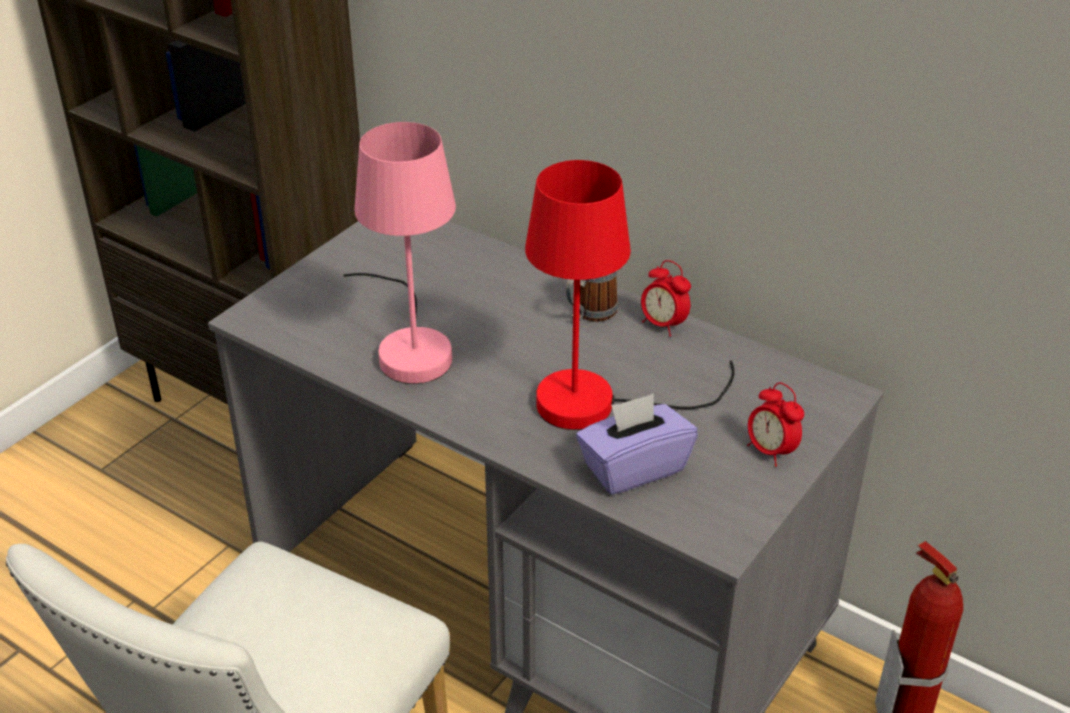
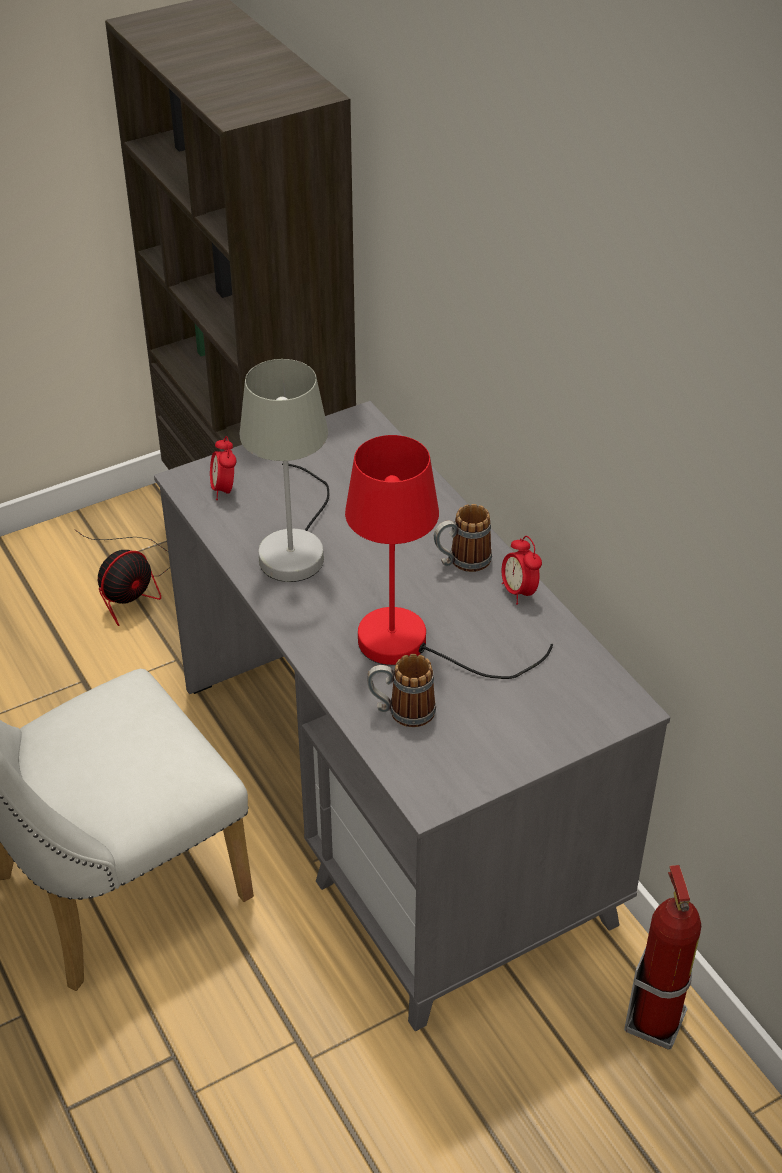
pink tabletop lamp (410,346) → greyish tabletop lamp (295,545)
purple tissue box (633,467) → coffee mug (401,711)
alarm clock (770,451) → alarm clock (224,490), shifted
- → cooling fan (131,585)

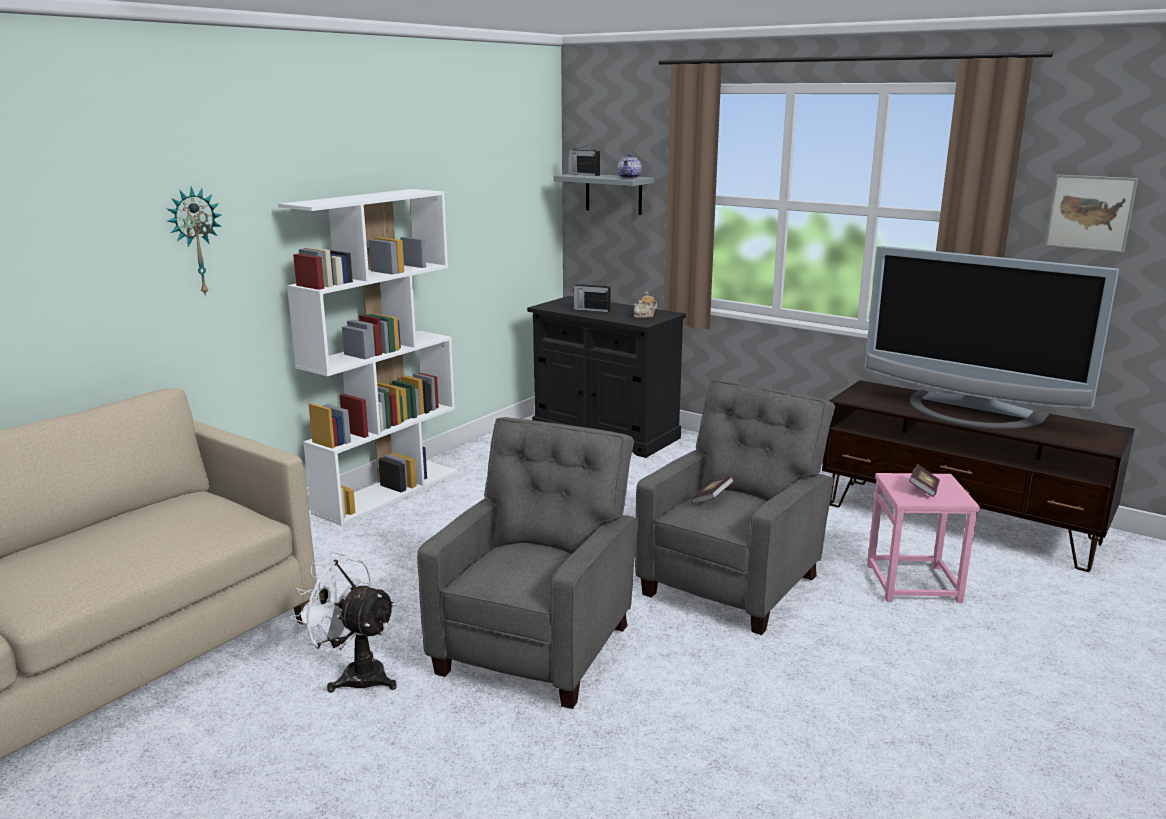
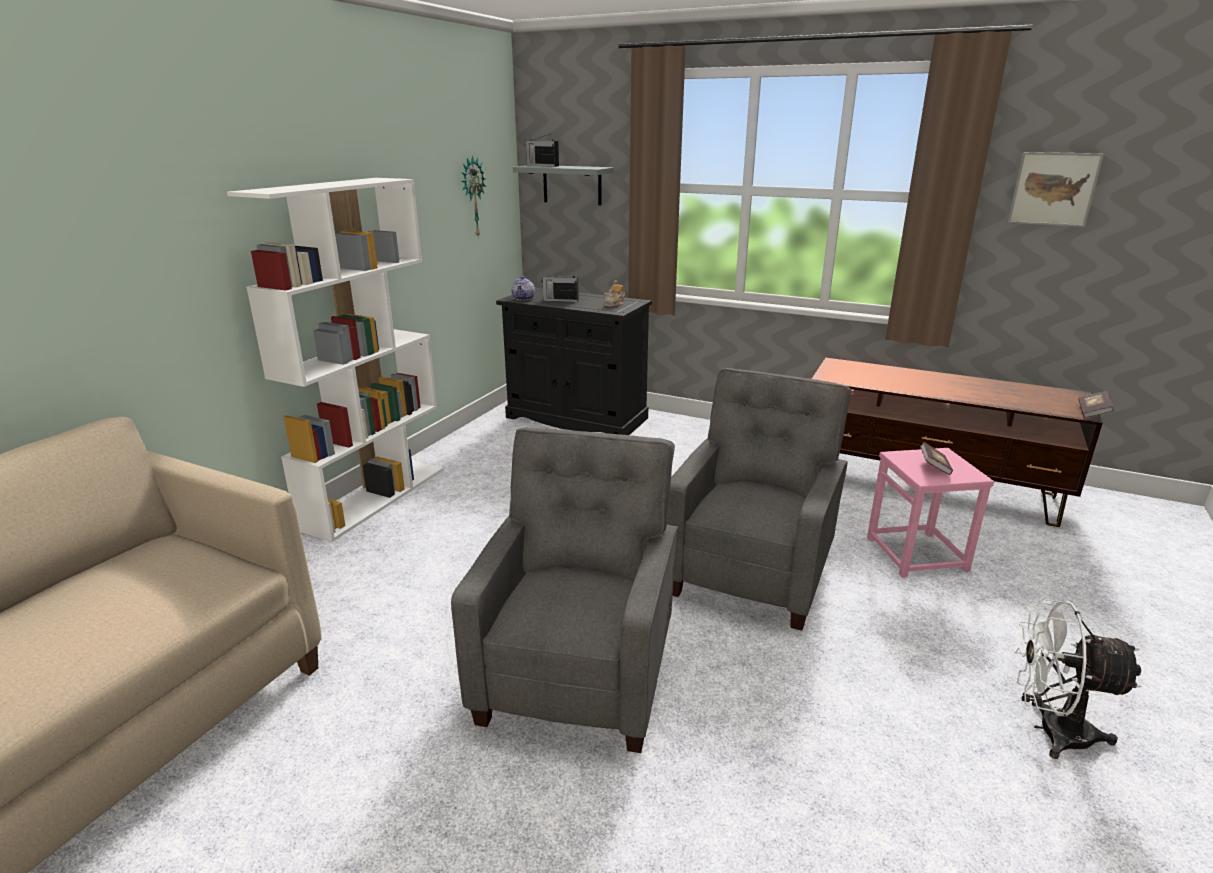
wall clock (195,242) → wall clock (472,197), shifted
white cooling fan (354,675) → white cooling fan (1050,730), shifted
tea pot (629,177) → tea pot (523,298), shifted
bound book (711,499) → bound book (1092,412), shifted
TV (971,412) → -

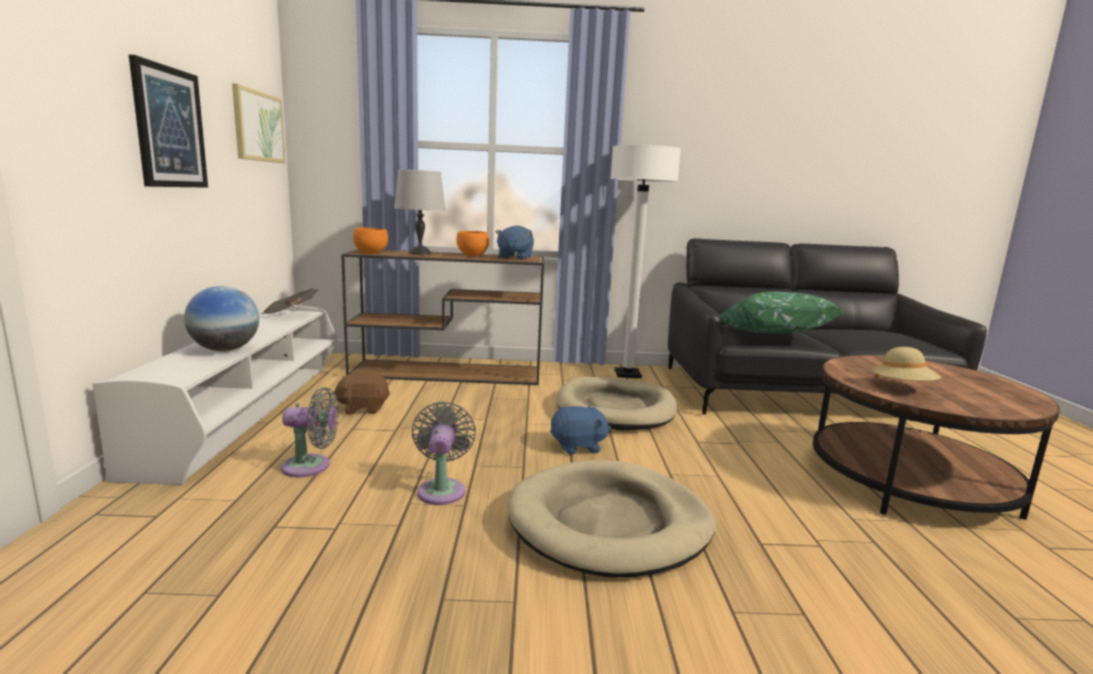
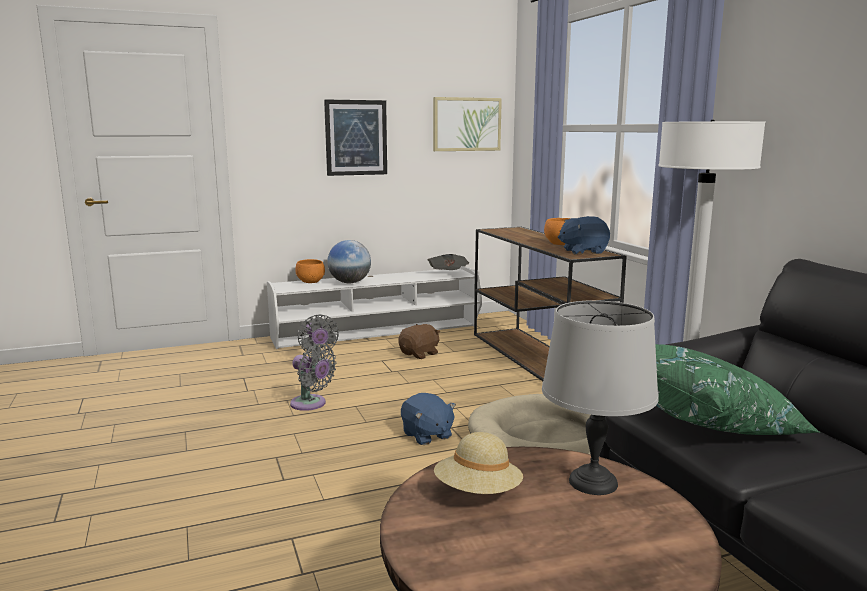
brown cuddly toy (363,408) → brown cuddly toy (420,354), 75 degrees clockwise
orangey serving bowl (371,253) → orangey serving bowl (311,282), shifted
greyish tabletop lamp (420,253) → greyish tabletop lamp (594,482), shifted
greyish cooling fan (442,489) → greyish cooling fan (311,404), 60 degrees clockwise
beige dog cushion (610,523) → -

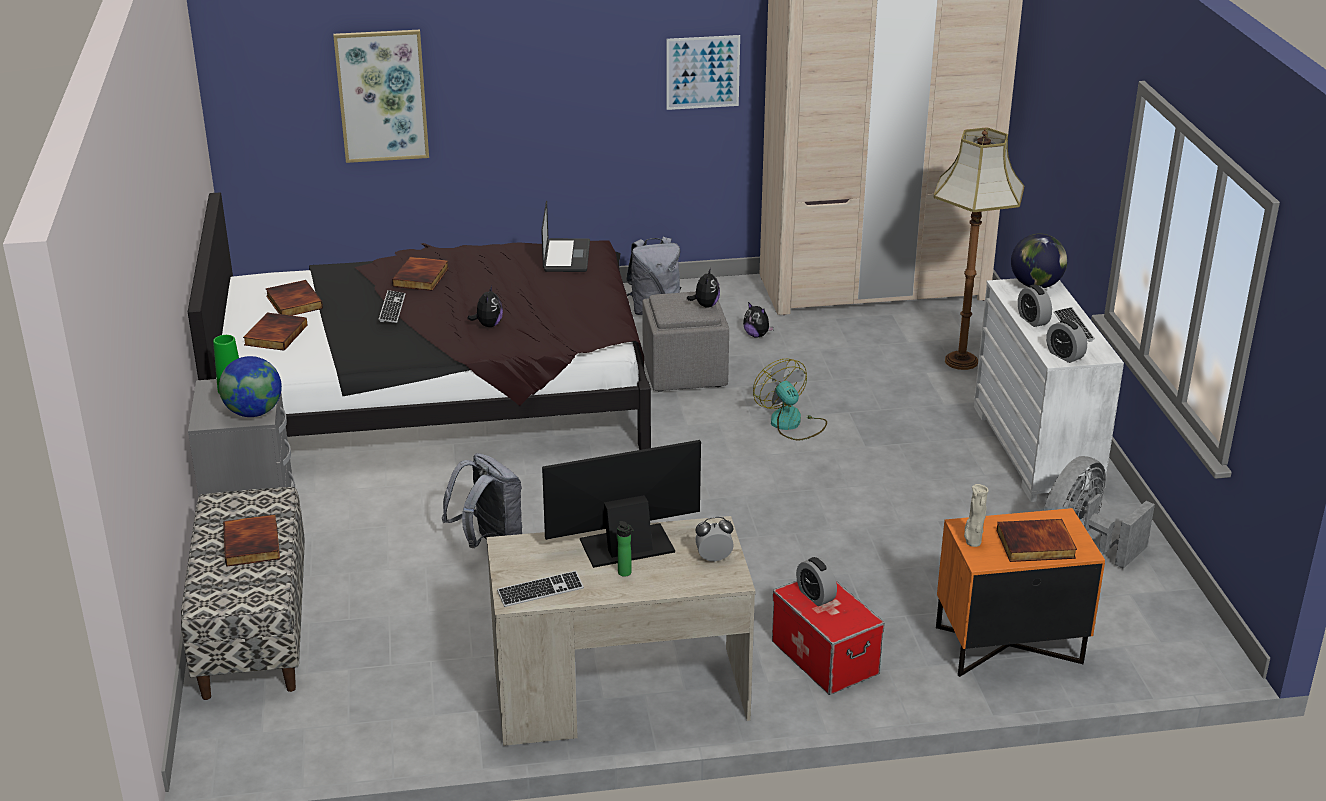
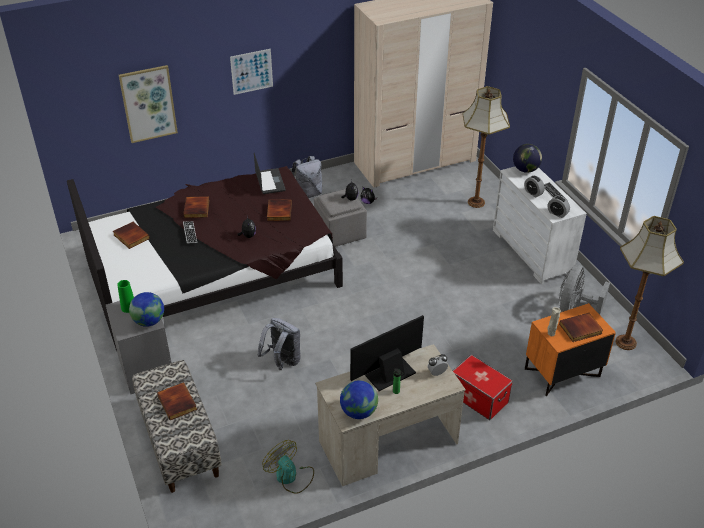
bound book (275,334) → bound book (278,211), shifted
keyboard (540,591) → desk globe (358,412)
picture (703,72) → picture (251,71), shifted
cooling fan (791,424) → cooling fan (290,477), shifted
alarm clock (815,596) → -
- → standard lamp (626,343)

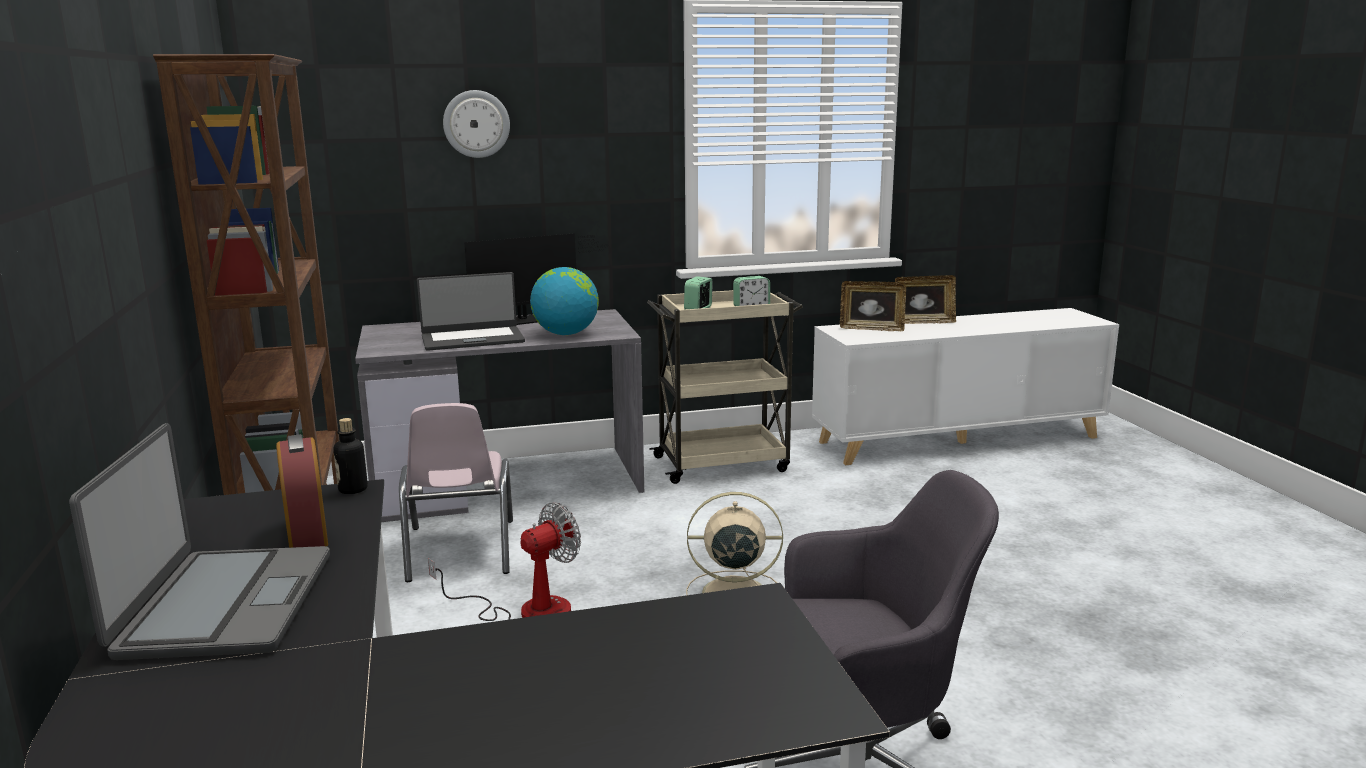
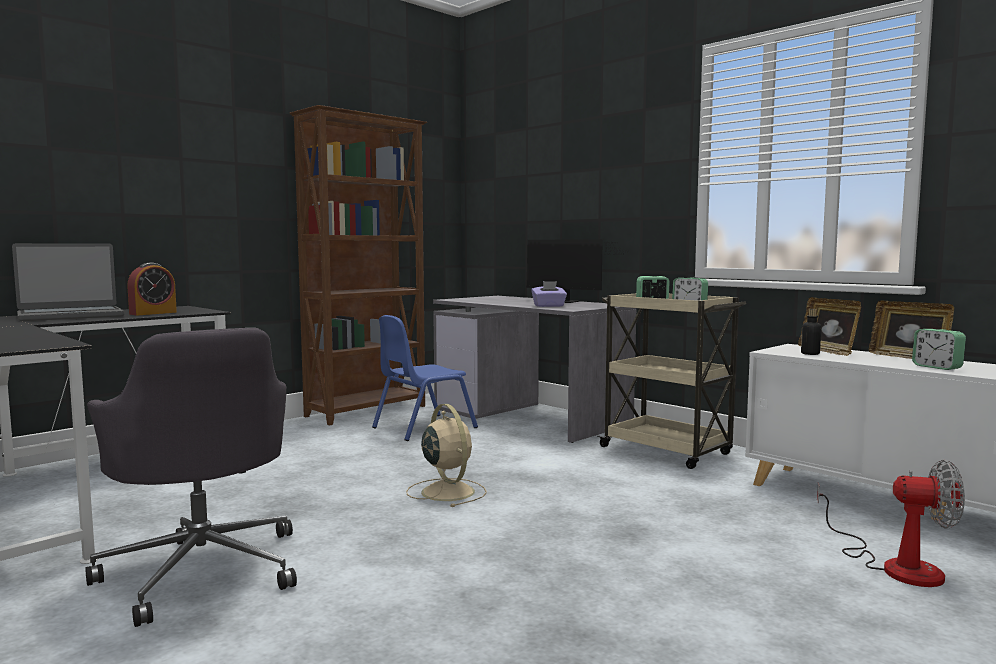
drink bottle (353,489) → drink bottle (810,354), shifted
pink plain chair (459,550) → blue plain chair (423,428)
laptop (472,339) → -
cooling fan (527,610) → cooling fan (895,565), shifted
wall clock (476,124) → -
desk globe (566,334) → purple tissue box (549,306)
- → alarm clock (937,367)

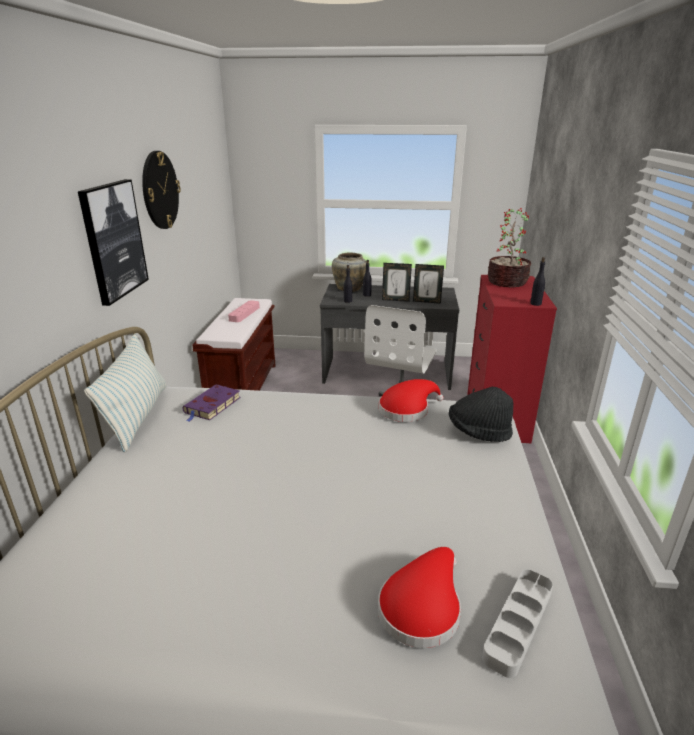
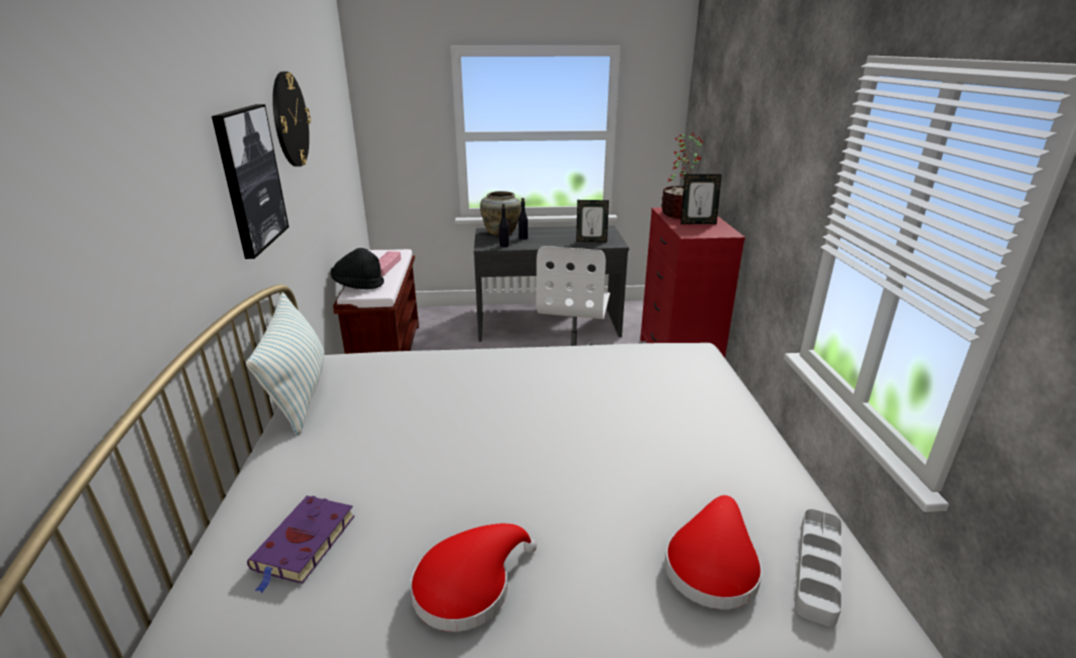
purple bound book (212,406) → purple bound book (303,545), shifted
reddish clothing hat (407,409) → reddish clothing hat (468,586), shifted
standing frame (395,300) → standing frame (697,223), shifted
blackish clothing hat (478,432) → blackish clothing hat (358,286), shifted
blackish drink bottle (536,304) → -

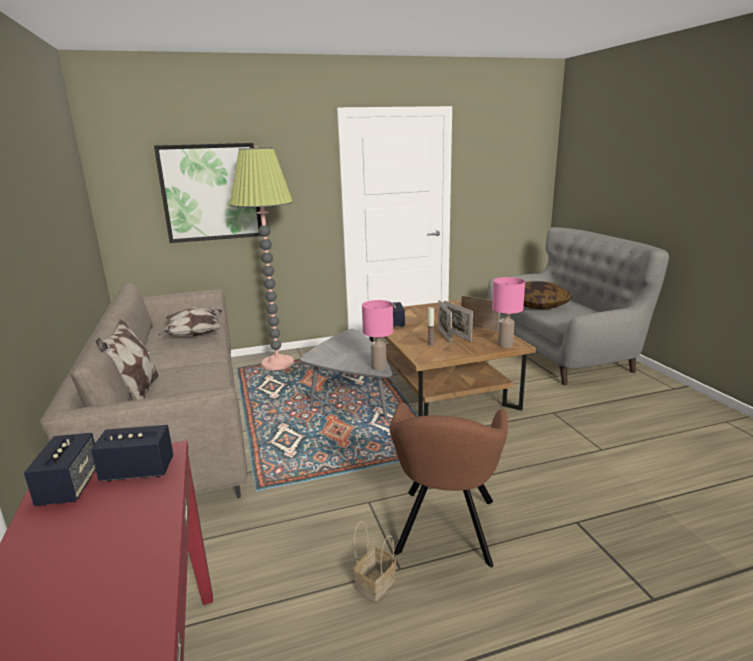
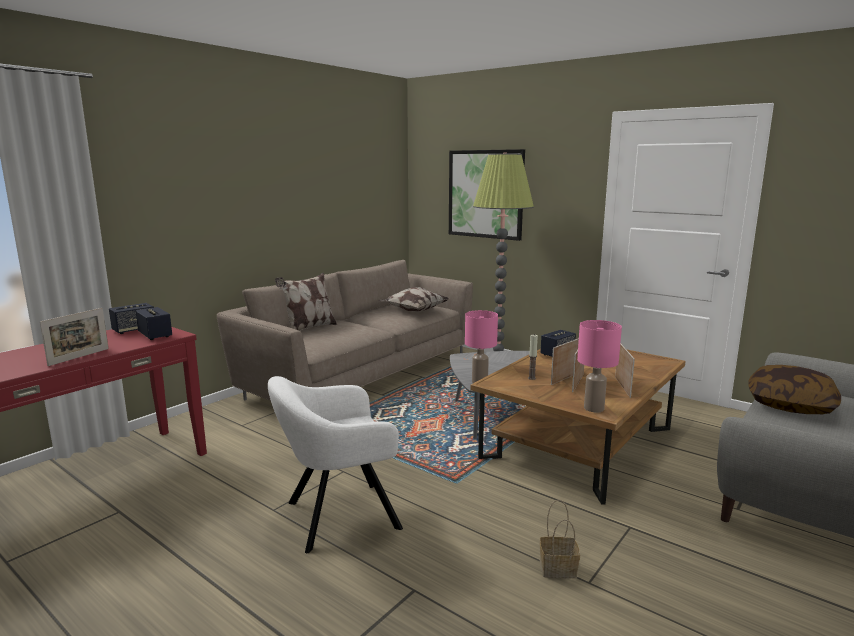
basket (375,583) → basket (559,568), shifted
brown lounge chair (446,529) → white lounge chair (337,516)
- → standing frame (79,357)

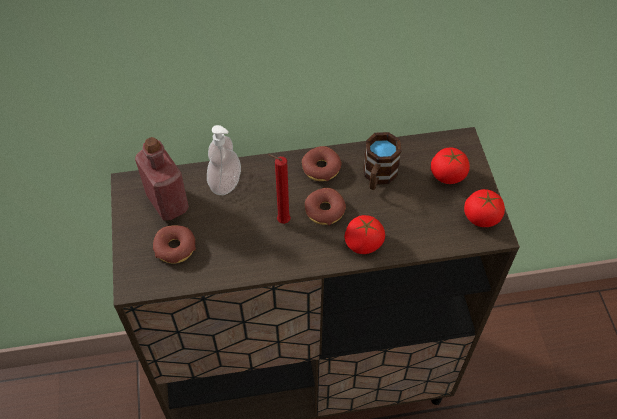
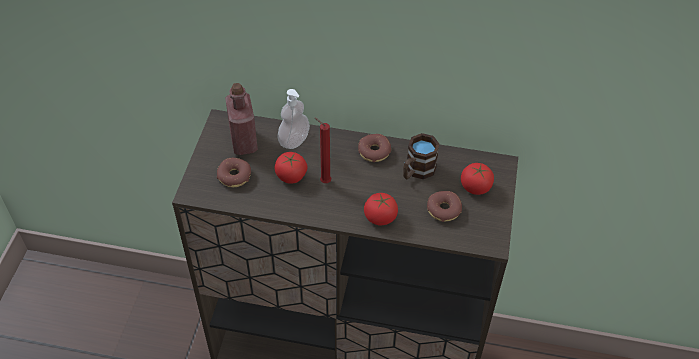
donut (325,210) → donut (444,210), shifted
tomato (481,217) → tomato (291,176), shifted

